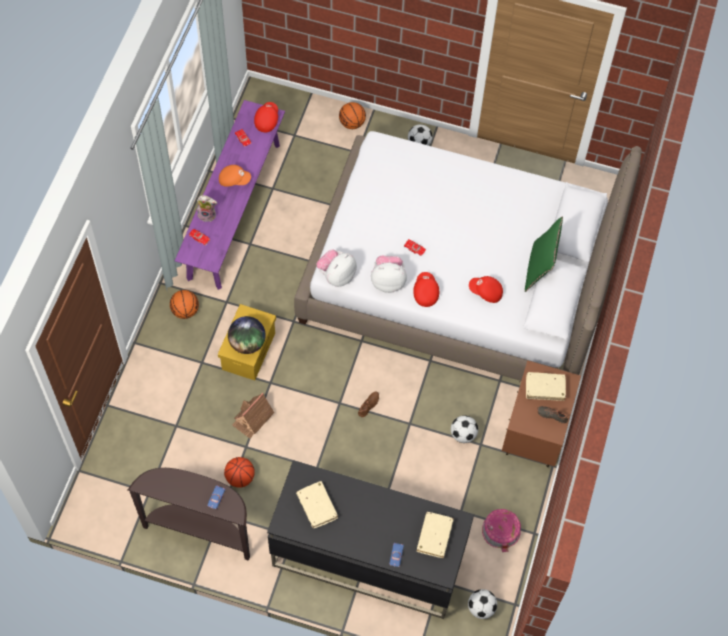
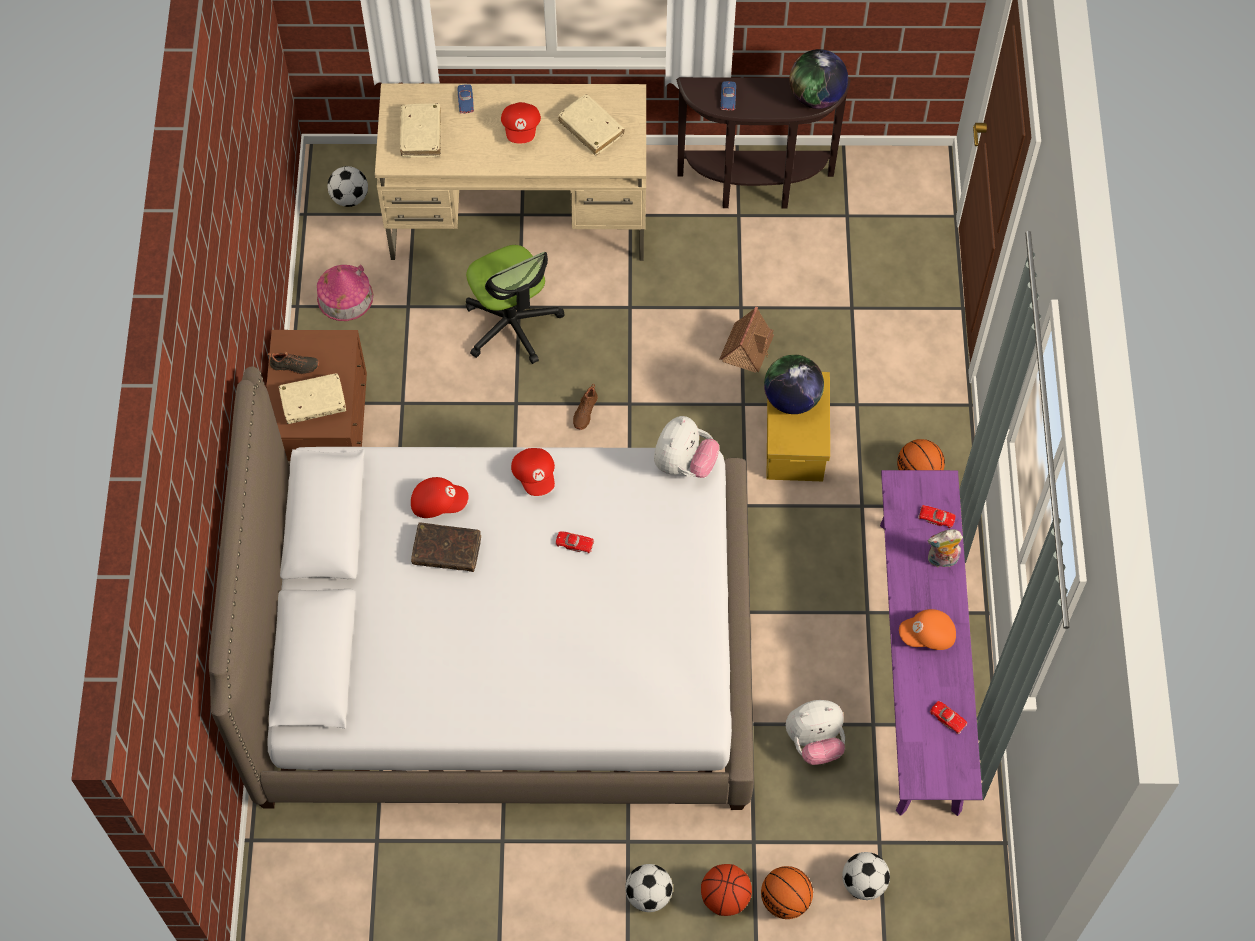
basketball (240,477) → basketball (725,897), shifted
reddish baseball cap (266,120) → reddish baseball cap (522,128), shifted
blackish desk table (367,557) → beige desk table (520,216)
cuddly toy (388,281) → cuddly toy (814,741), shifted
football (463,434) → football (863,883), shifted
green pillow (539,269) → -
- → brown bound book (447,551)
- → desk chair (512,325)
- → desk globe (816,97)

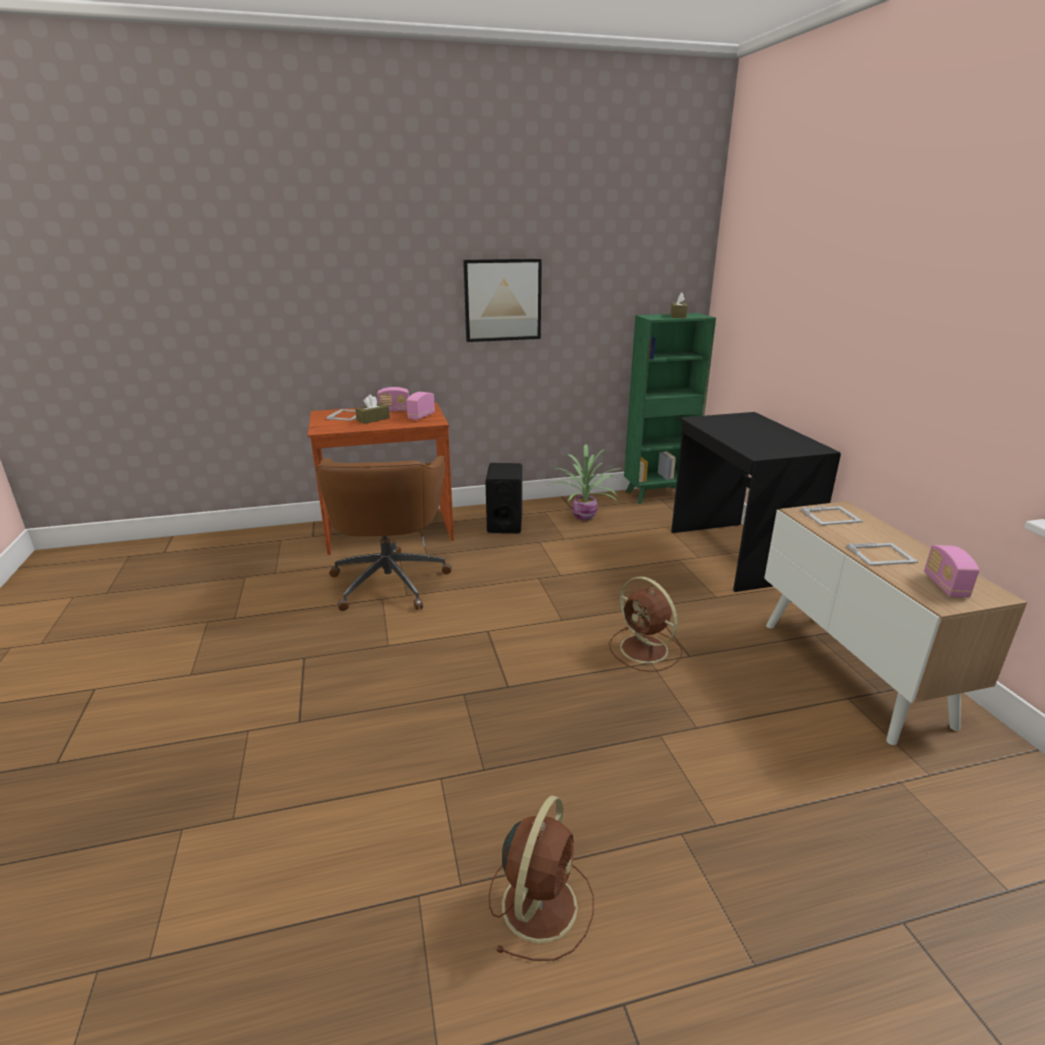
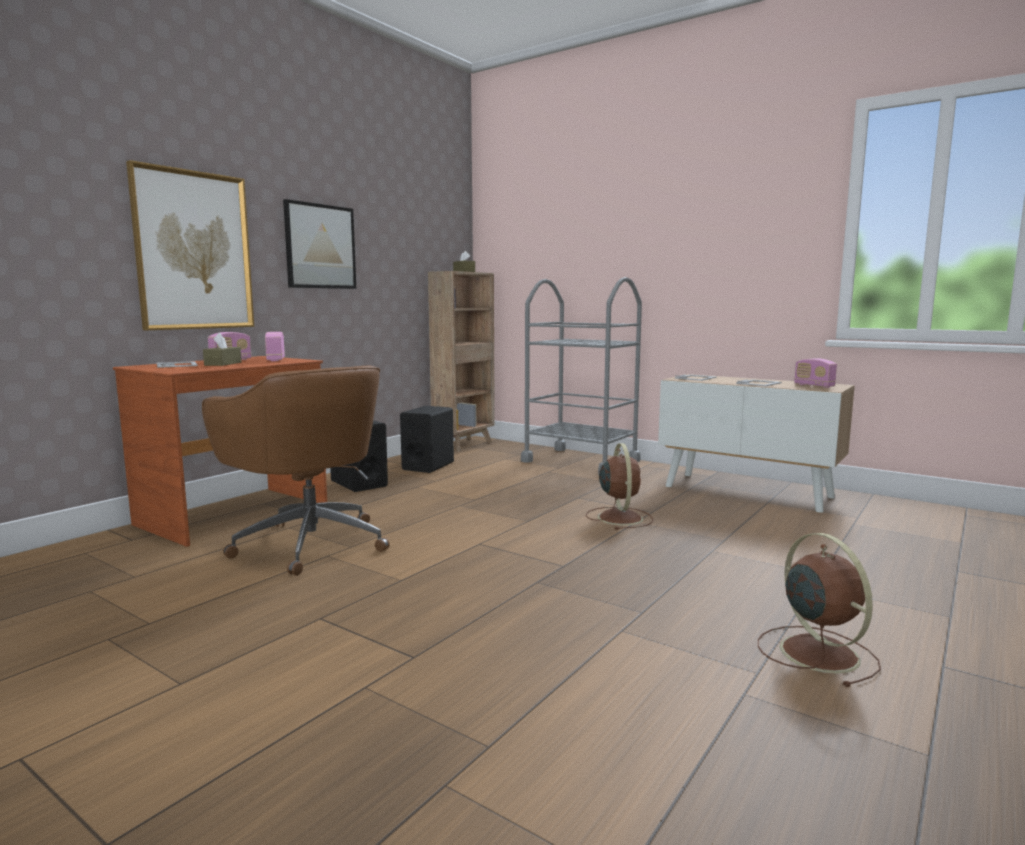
houseplant (585,517) → blackish speaker (428,466)
brown cooling fan (645,650) → brown cooling fan (619,517), 105 degrees counterclockwise
green bookshelf (658,495) → brown bookshelf (464,444)
blackish desk table (735,554) → greyish trolley (580,461)
- → picture (193,251)

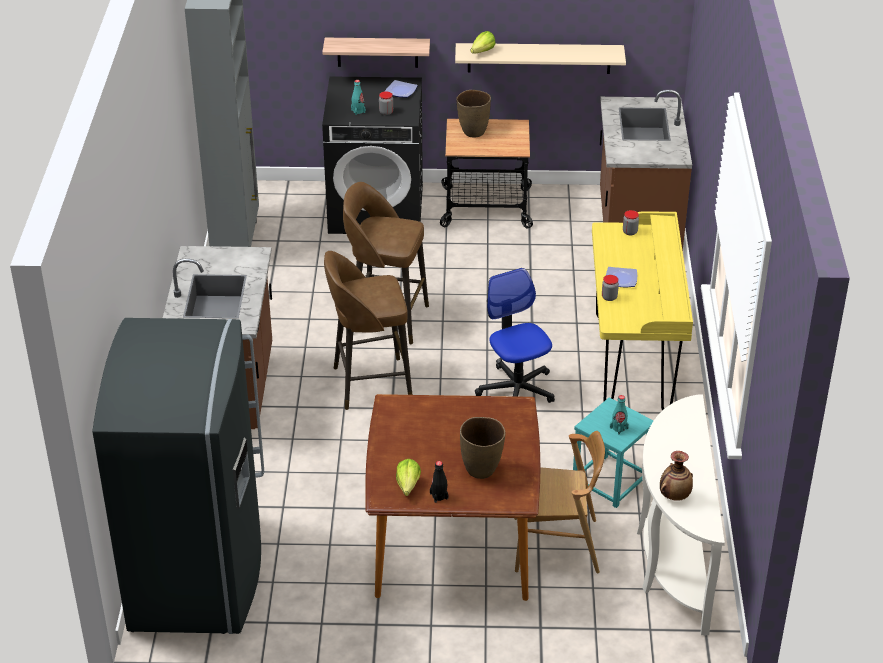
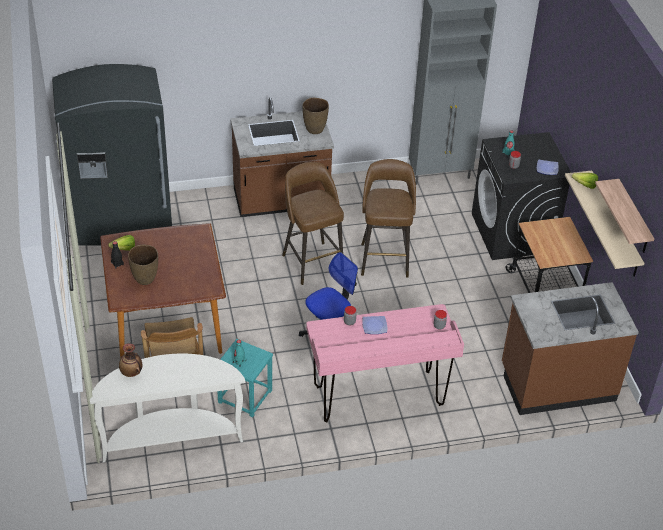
wall shelf (377,52) → wall shelf (633,218), shifted
brown flower vase (473,132) → brown flower vase (314,129), shifted
yellow-coloured desk table (632,365) → pink desk table (378,397)

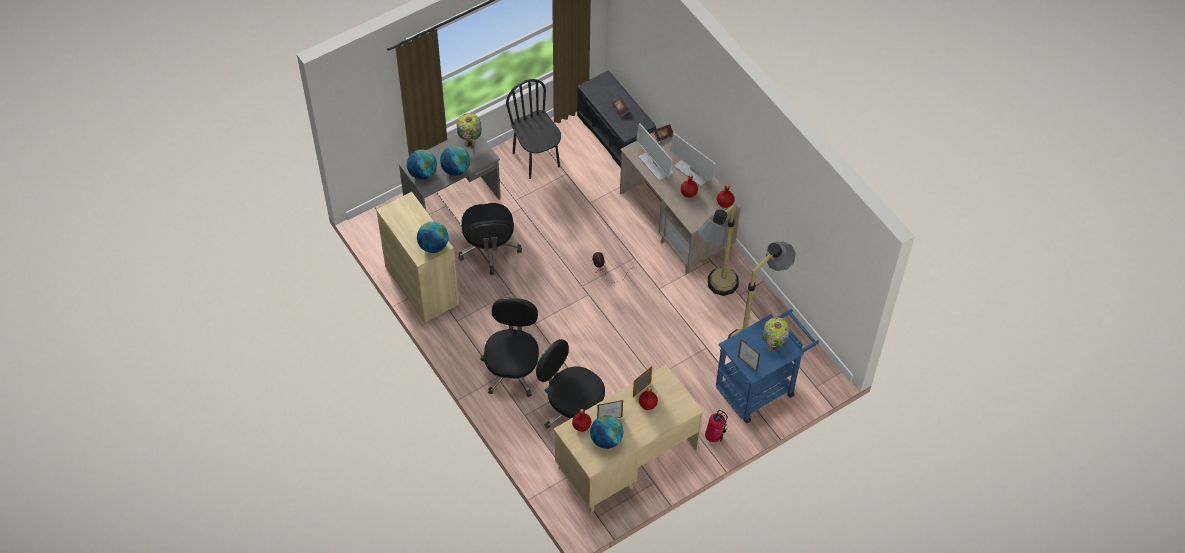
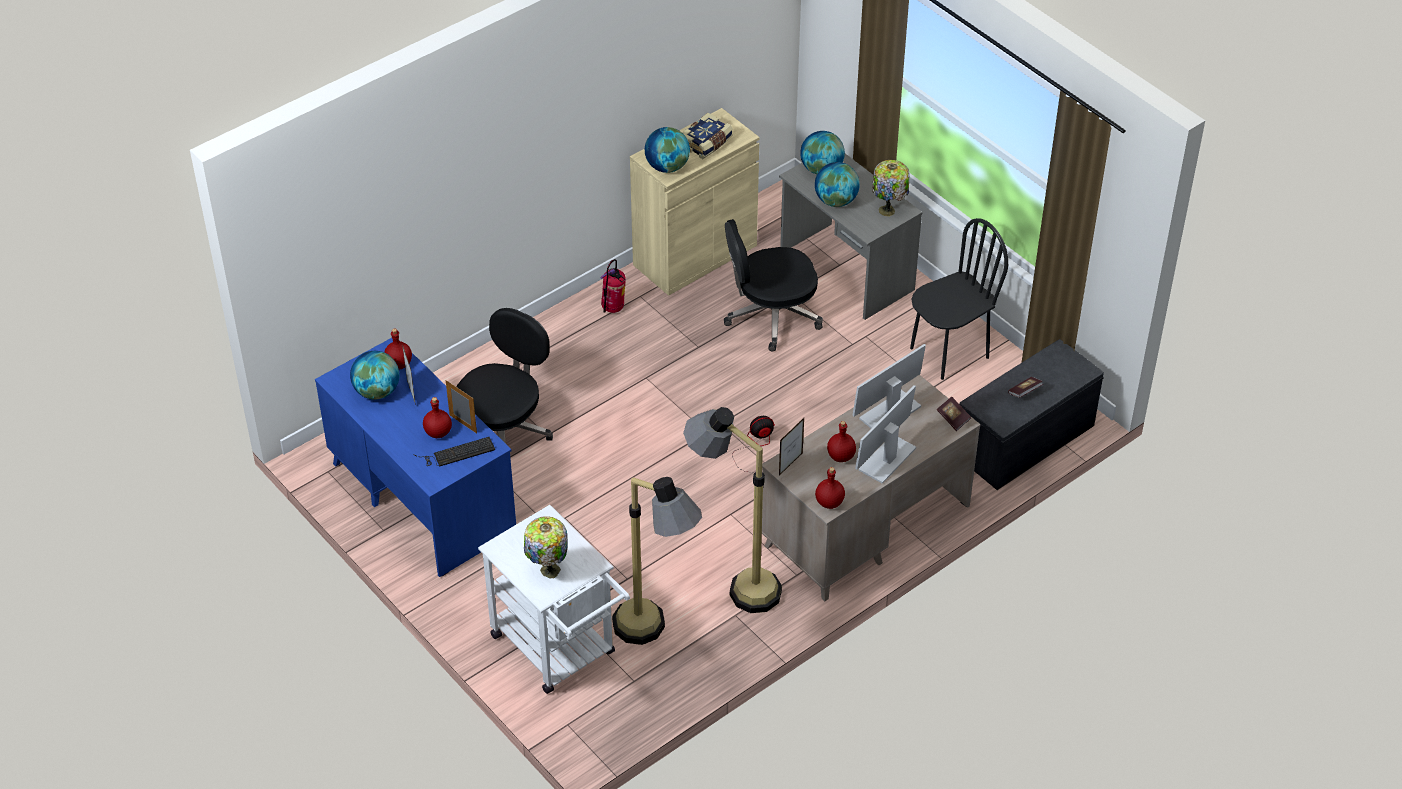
blackish desk chair (513,369) → -
beige desk table (626,460) → blue desk table (420,496)
extinguisher (714,436) → extinguisher (613,309), shifted
blue trolley (760,387) → white trolley (559,650)
standing frame (747,364) → standing frame (790,464), shifted
- → keyboard (456,453)
- → bound book (706,143)

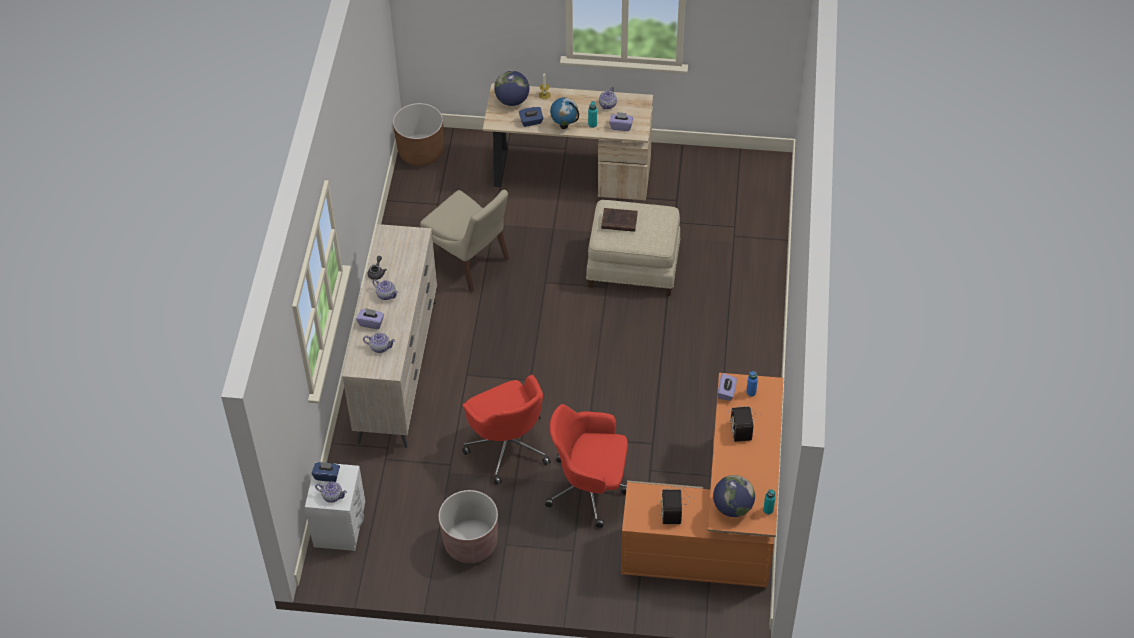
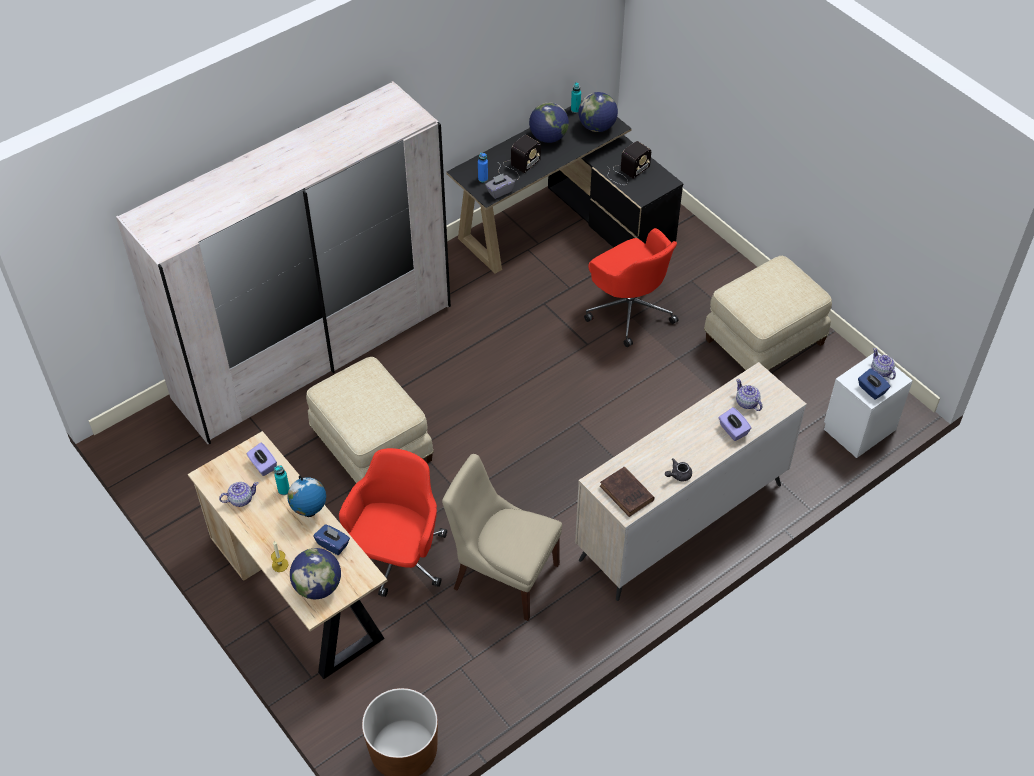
tea pot (386,294) → -
beige plain chair (469,262) → beige plain chair (503,574), 60 degrees counterclockwise
brown planter (470,543) → beige ottoman (763,340)
reddish desk chair (507,445) → reddish desk chair (397,559), shifted
brown bound book (618,221) → brown bound book (627,494), shifted
orangey desk table (718,521) → blackish desk table (565,224)
purple tissue box (726,392) → greyish tissue box (499,191)
- → white clothes cupboard (314,351)
- → desk globe (548,137)

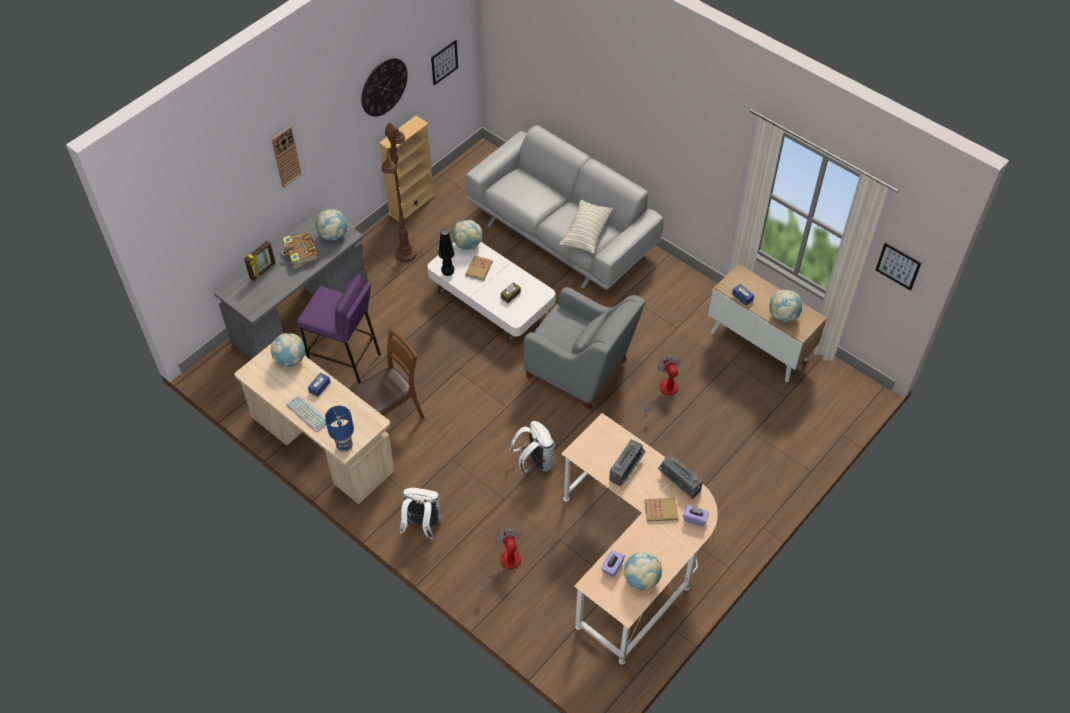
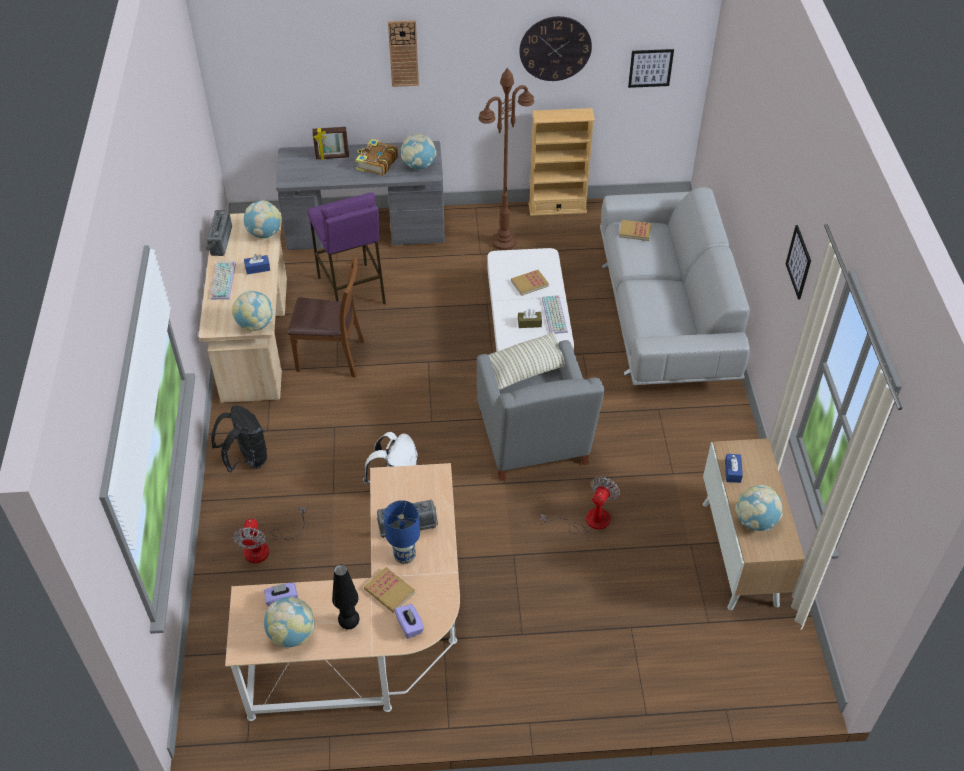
blue tabletop lamp (345,446) → blue tabletop lamp (405,557), shifted
white rucksack (422,525) → blackish rucksack (246,459)
blackish tabletop lamp (448,273) → blackish tabletop lamp (349,624), shifted
desk globe (467,244) → desk globe (255,325), shifted
cooling fan (505,565) → cooling fan (265,547), 150 degrees clockwise
pillow (586,233) → pillow (526,369), shifted
radio set (678,483) → radio set (219,241), shifted
picture (898,266) → picture (798,262), shifted
- → keyboard (555,315)
- → bound book (635,231)

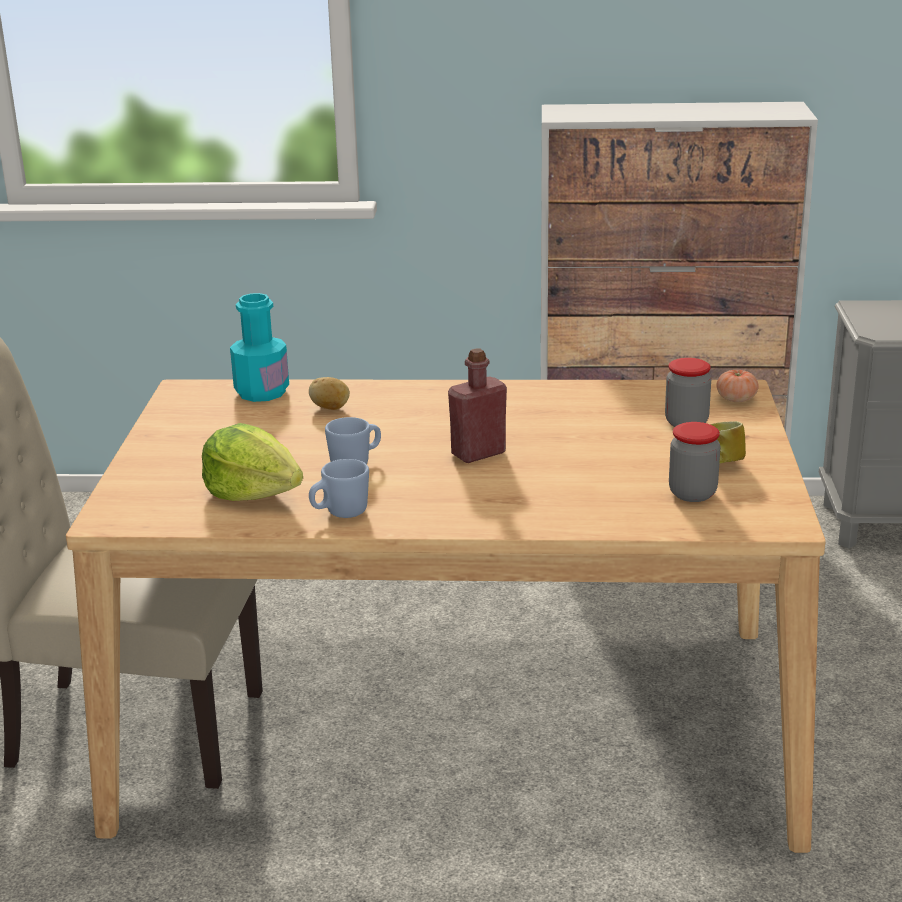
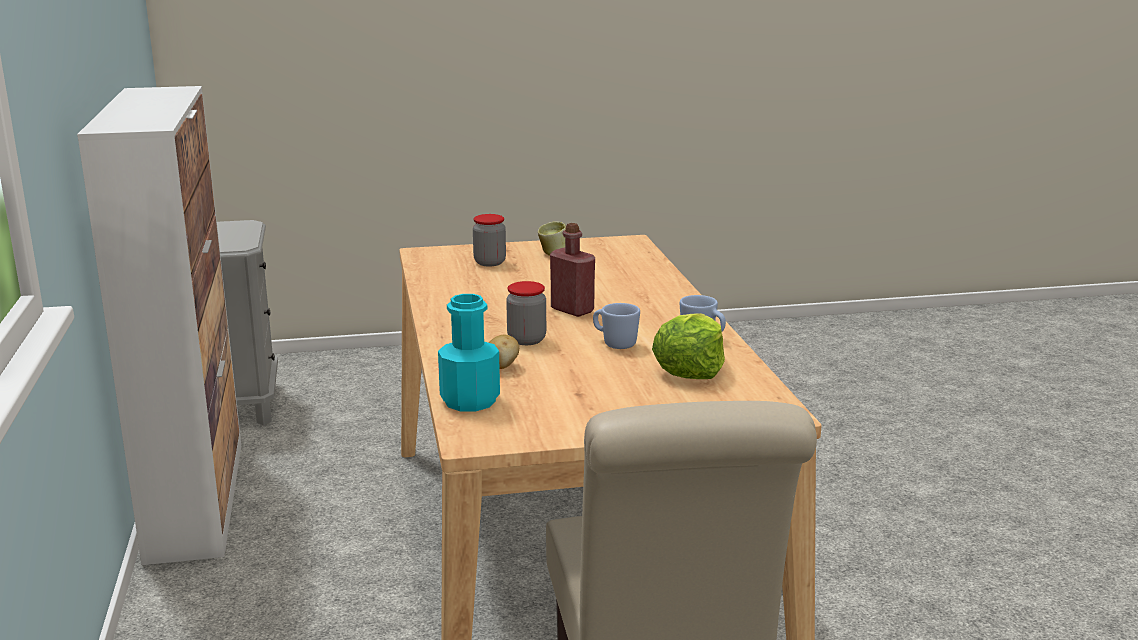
jar (692,494) → jar (526,340), shifted
tomato (736,399) → -

